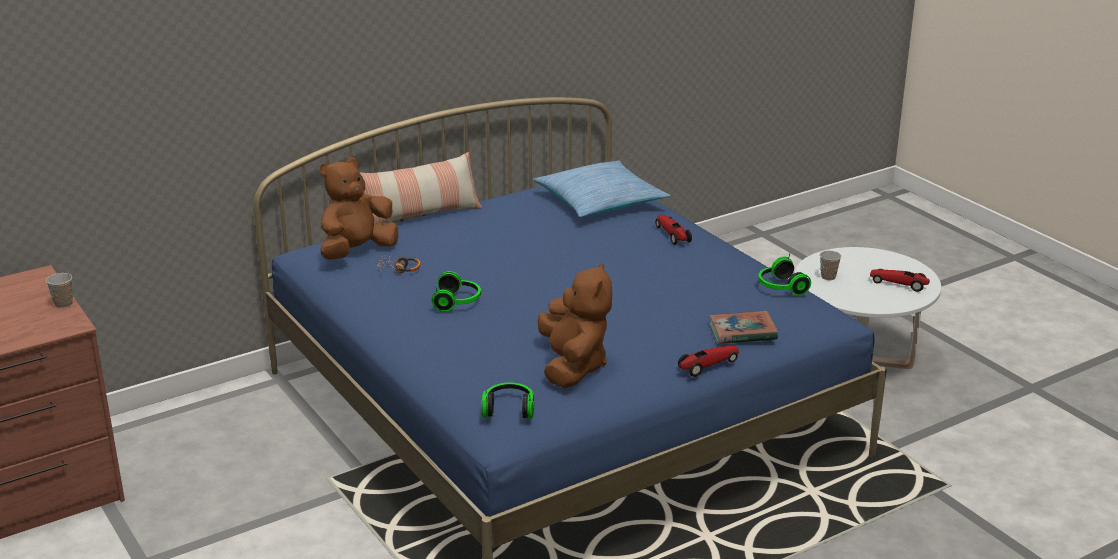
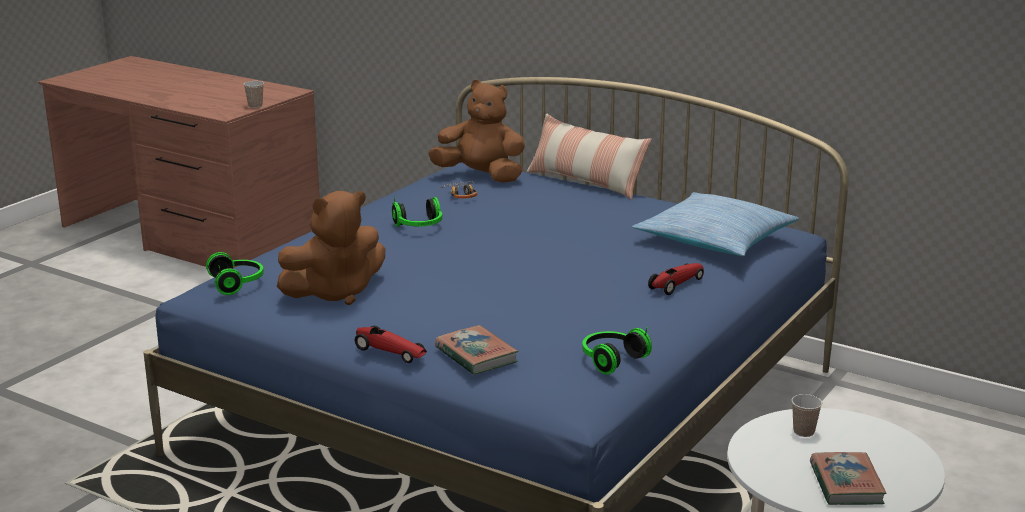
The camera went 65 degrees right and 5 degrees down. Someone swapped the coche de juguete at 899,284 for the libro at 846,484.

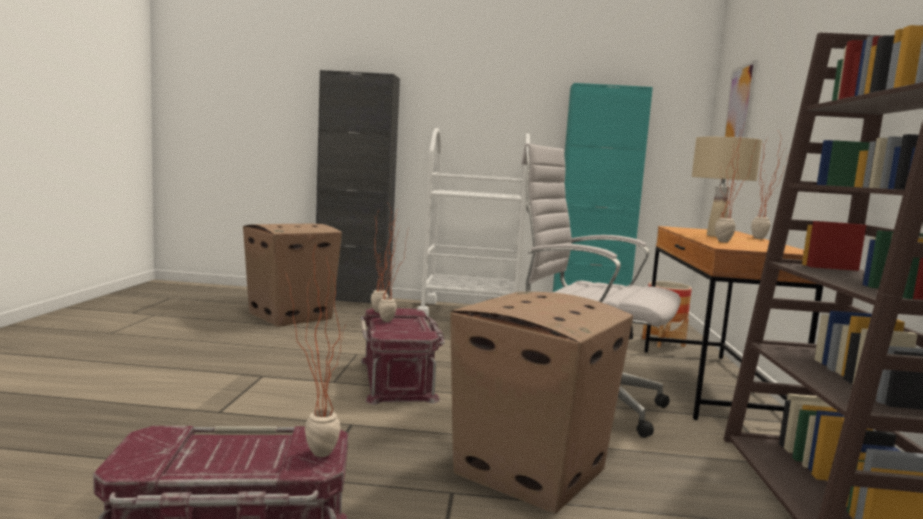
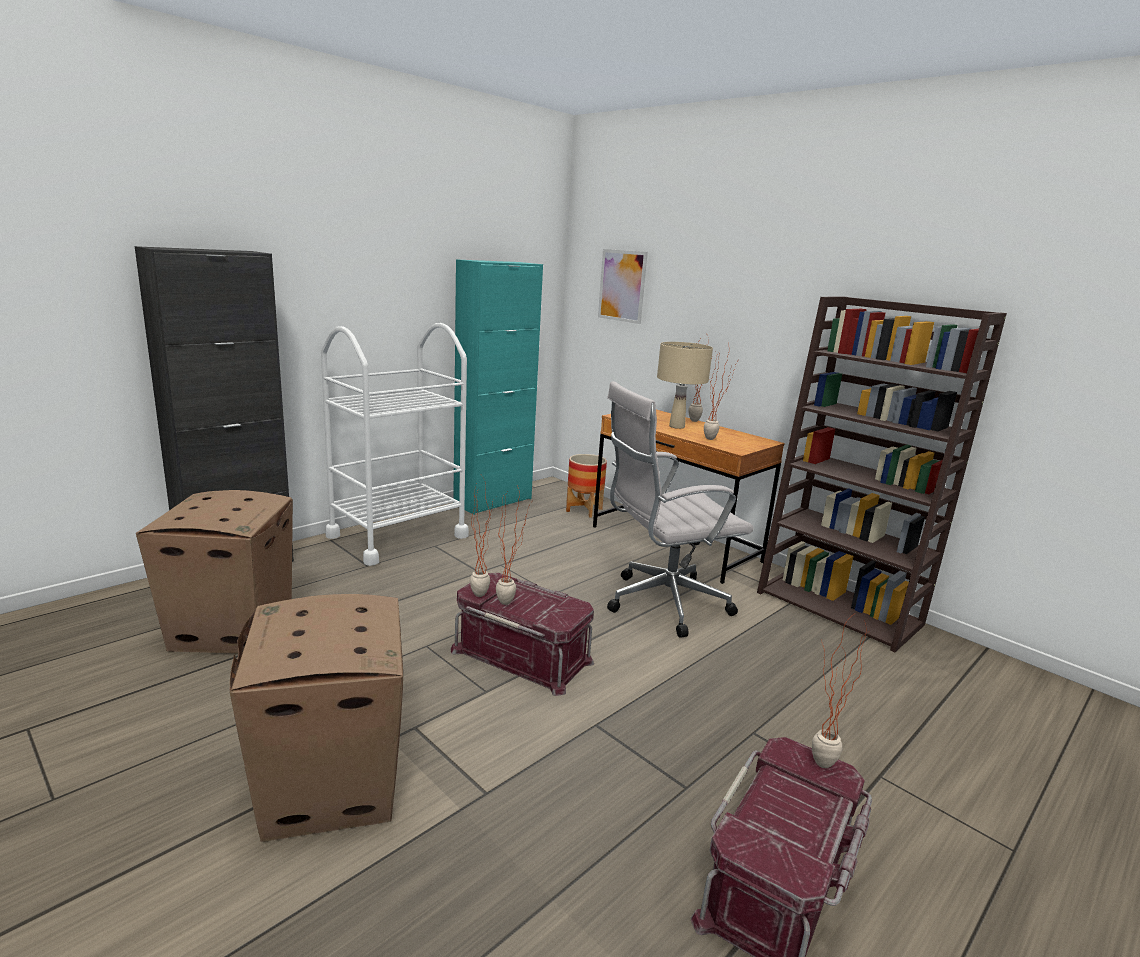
The camera went 50 degrees left and 10 degrees up. Someone carried the caja de cartón from 529,472 to 331,788.

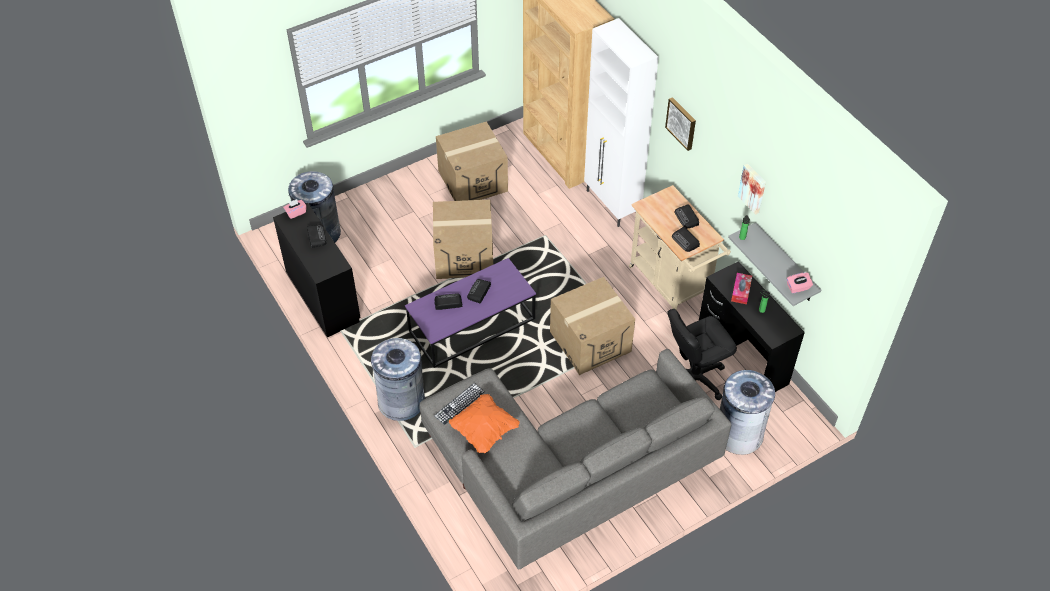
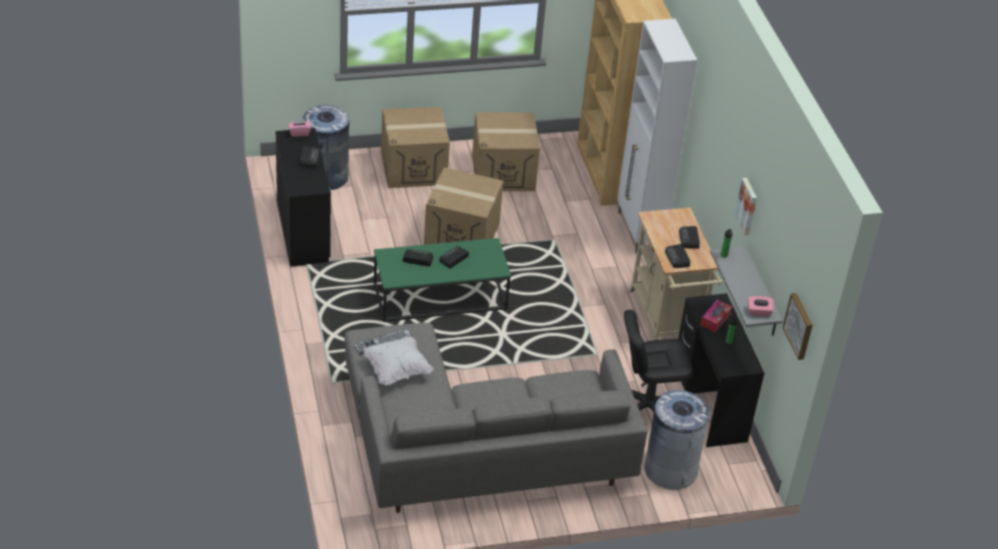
The camera went 15 degrees right and 10 degrees down. Someone took away the papelera/gris at 401,401. Someone carried the caja de cartón from 590,341 to 414,168. Someone carried the cuadro from 682,123 to 800,326. Someone repainted the mesa de centro/morado at 472,325, which became the mesa de centro/verde at 440,296. Someone repainted the cojín/naranja at 484,430, which became the cojín/blanco at 397,370.

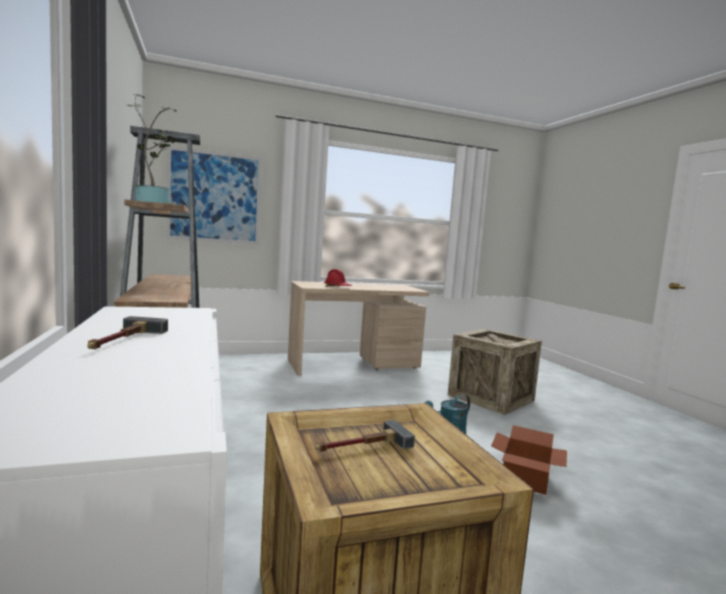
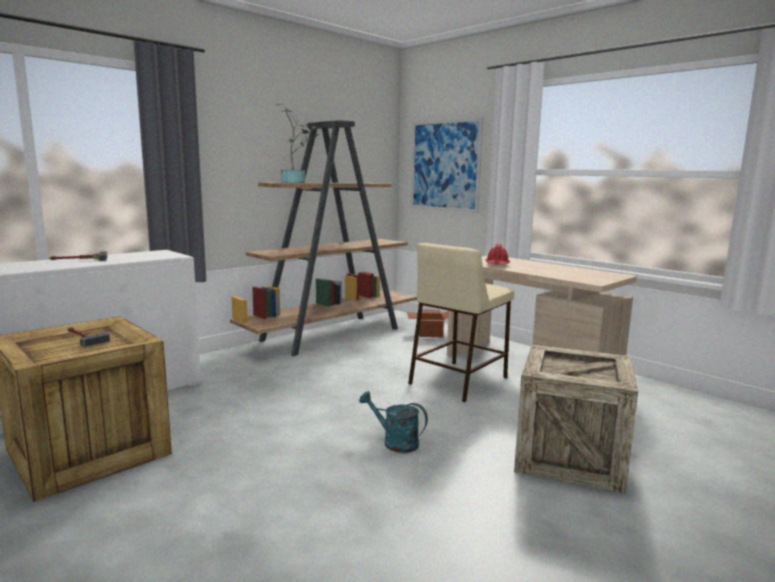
The camera went 65 degrees right and 5 degrees up. Someone put down the taburete/beis at 459,380. Someone carried the caja de cartón from 524,479 to 429,333.

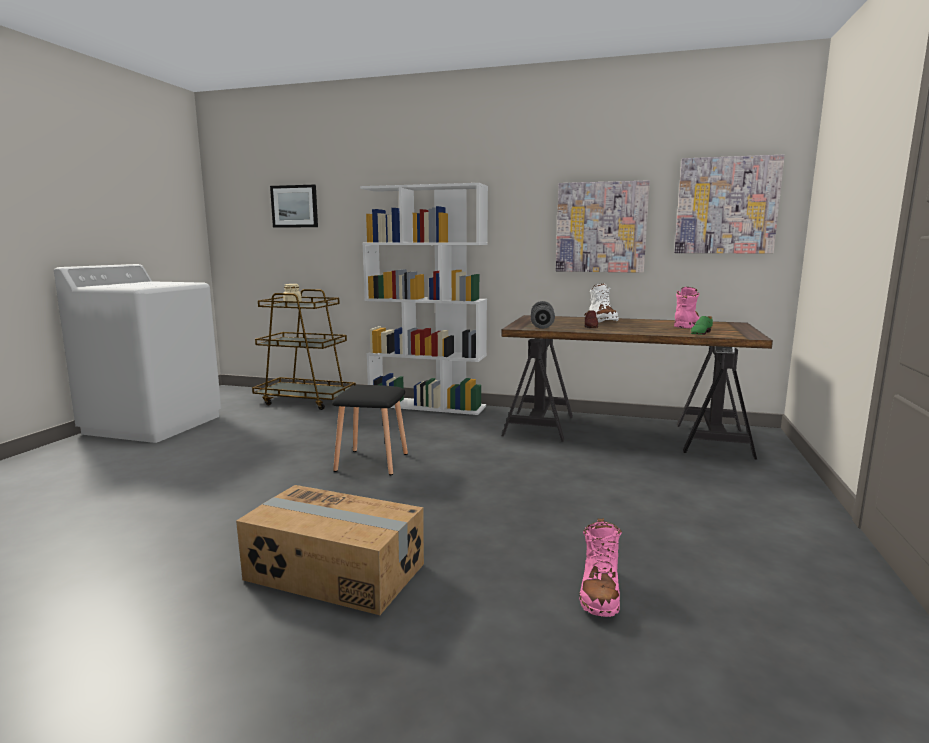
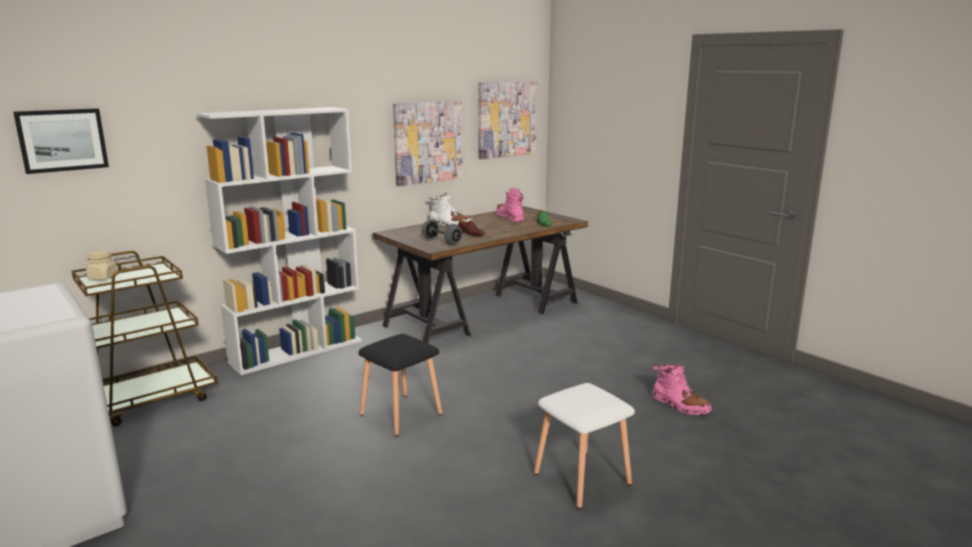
The camera went 55 degrees left and 5 degrees up. Someone swapped the caja de cartón at 334,572 for the taburete/blanco at 583,479.

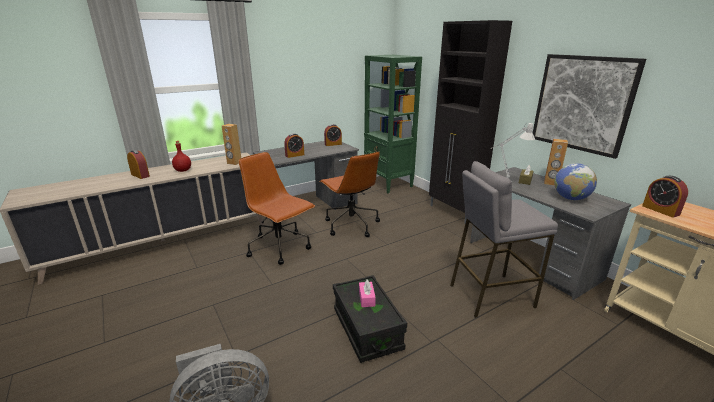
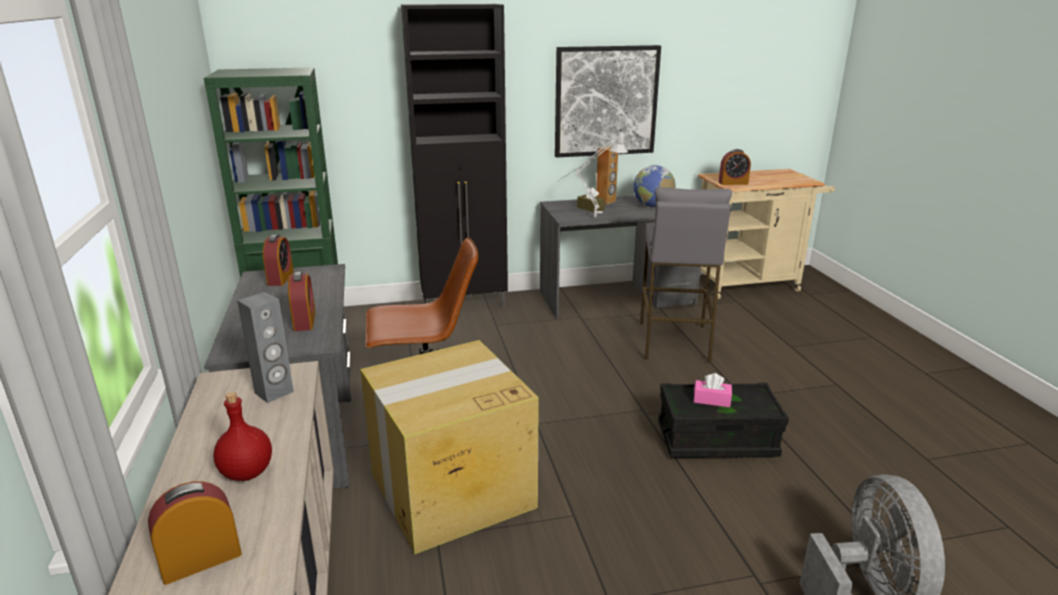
The camera went 70 degrees left and 0 degrees up. Someone swapped the silla de oficina/marrón at 280,248 for the caja de cartón at 450,491. Someone repainted the altavoz/marrón at 234,163, which became the altavoz/gris at 274,392.

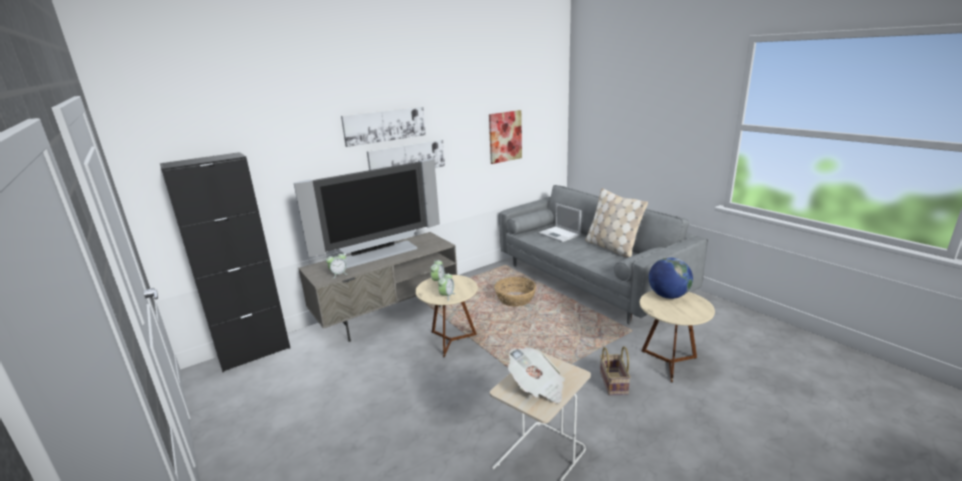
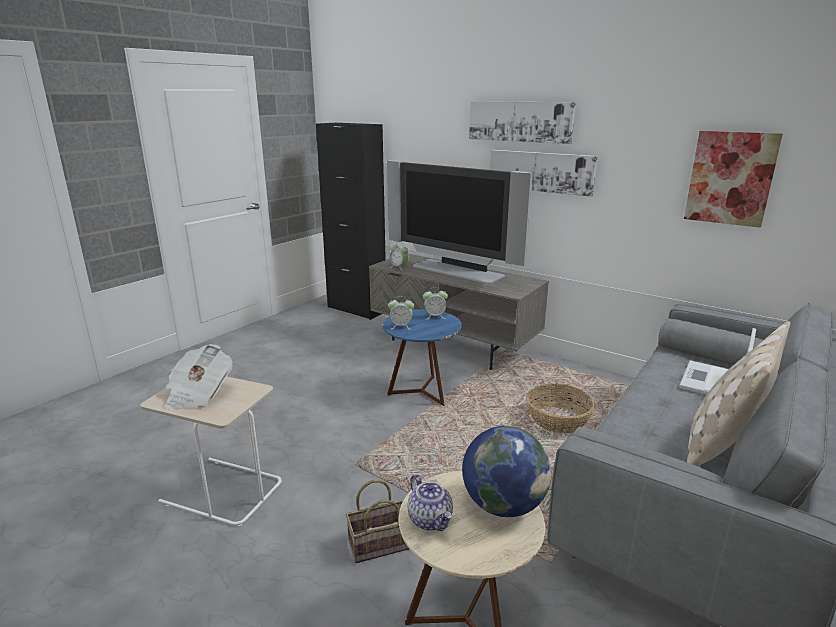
The camera went 70 degrees right and 0 degrees up. Someone put down the tetera at 430,520. Someone repainted the mesa auxiliar/beis at 450,341, which became the mesa auxiliar/azul at 422,392.

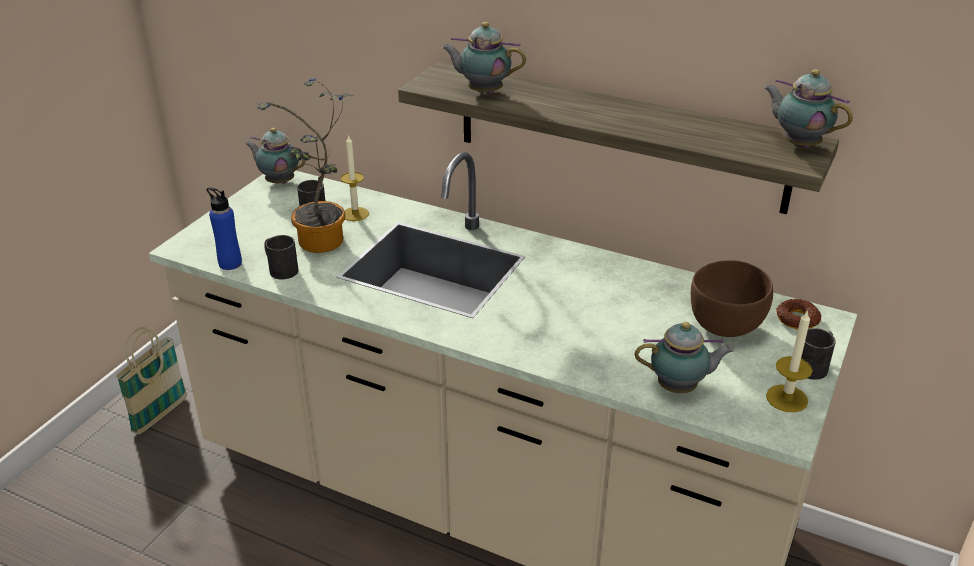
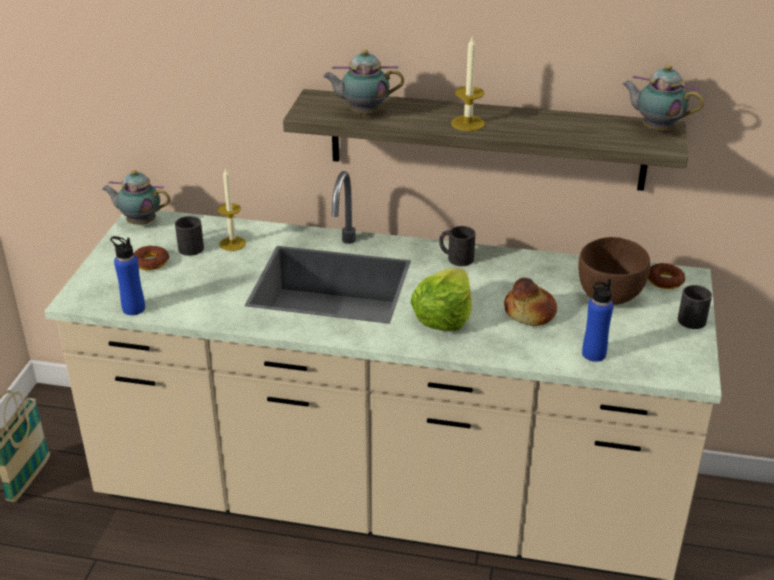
The camera went 15 degrees left and 0 degrees up. Someone took away the planta en maceta at 322,245. Someone put down the rosquilla at 151,262. Someone put down the lechuga at 443,316. Someone put down the pan at 530,312. Someone carried the taza grande/negro from 280,269 to 455,257. Someone carried the vela from 786,398 to 468,123. Someone swapped the tetera at 680,388 for the botella/azul at 593,354.

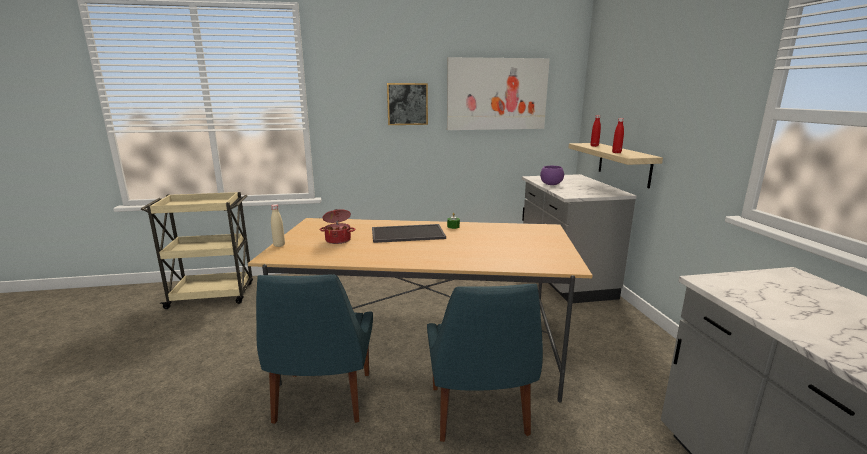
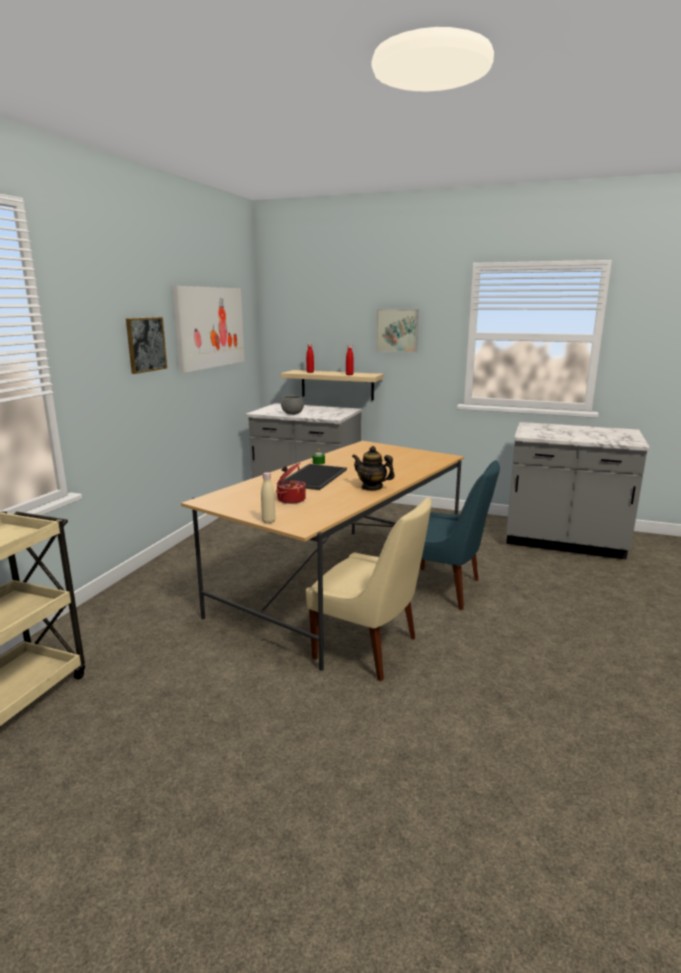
The camera went 60 degrees left and 0 degrees up. Someone put down the tetera at 372,487. Someone put up the cuadro at 397,330. Someone repainted the silla/azul at 322,400, which became the silla/beis at 369,649. Someone repainted the cuenco/morado at 550,184, which became the cuenco/gris at 292,414.

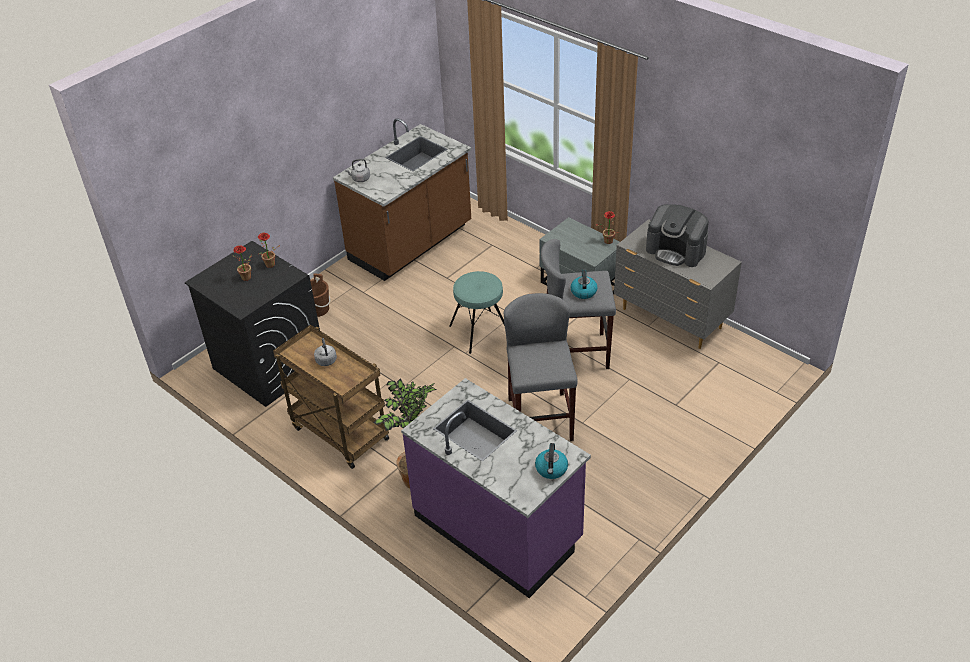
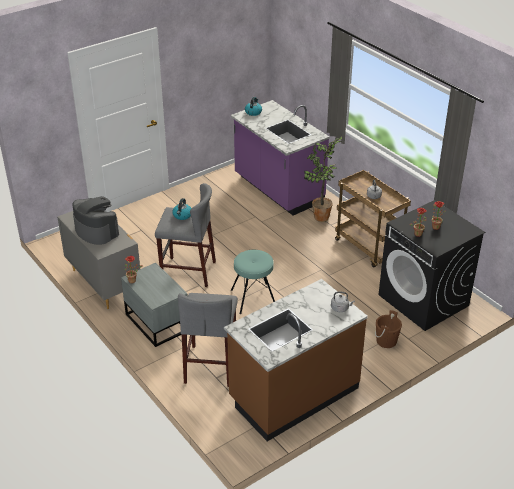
The camera went 170 degrees left and 5 degrees down. Someone carried the taburete/gris from 540,419 to 211,365.

